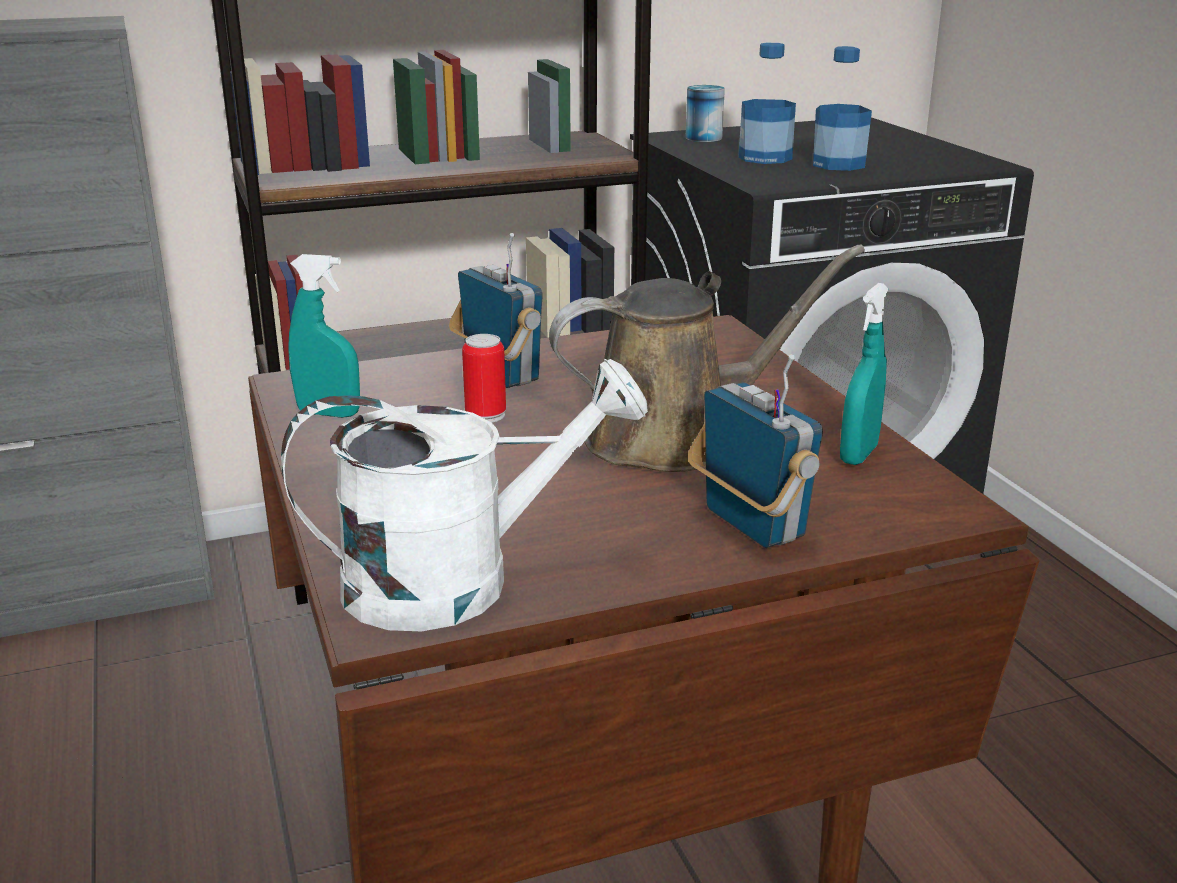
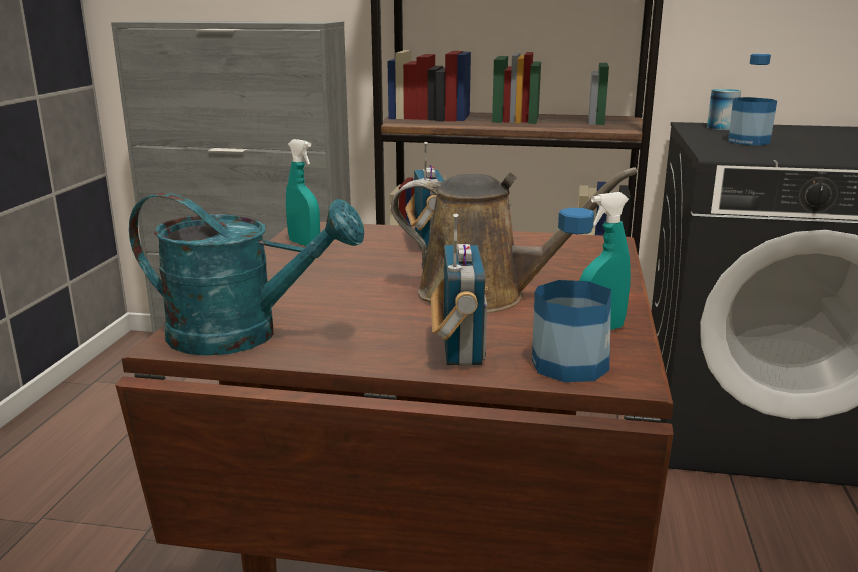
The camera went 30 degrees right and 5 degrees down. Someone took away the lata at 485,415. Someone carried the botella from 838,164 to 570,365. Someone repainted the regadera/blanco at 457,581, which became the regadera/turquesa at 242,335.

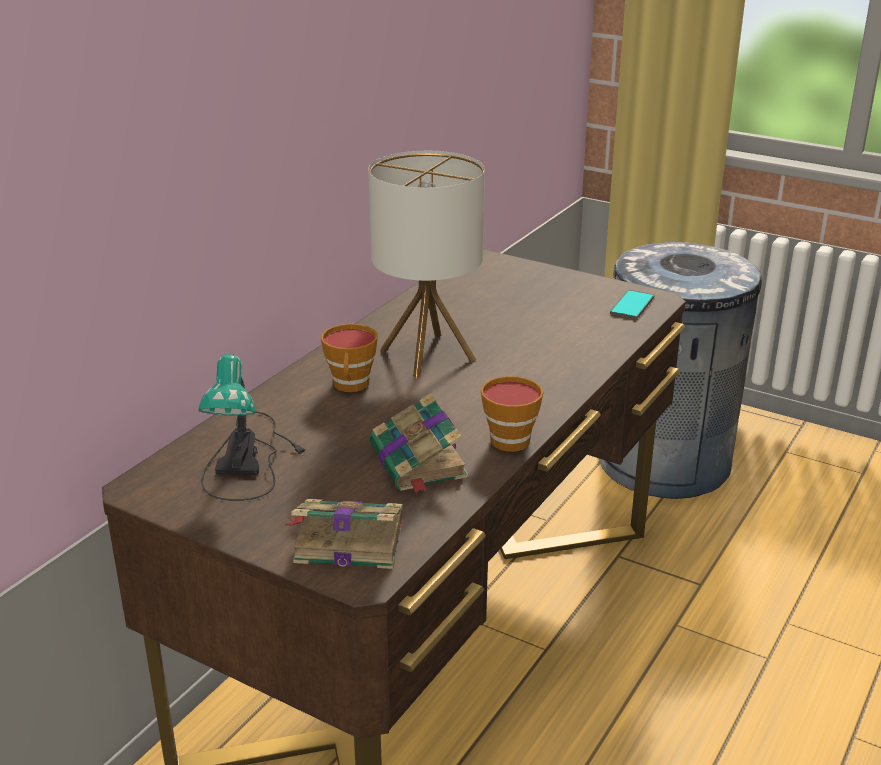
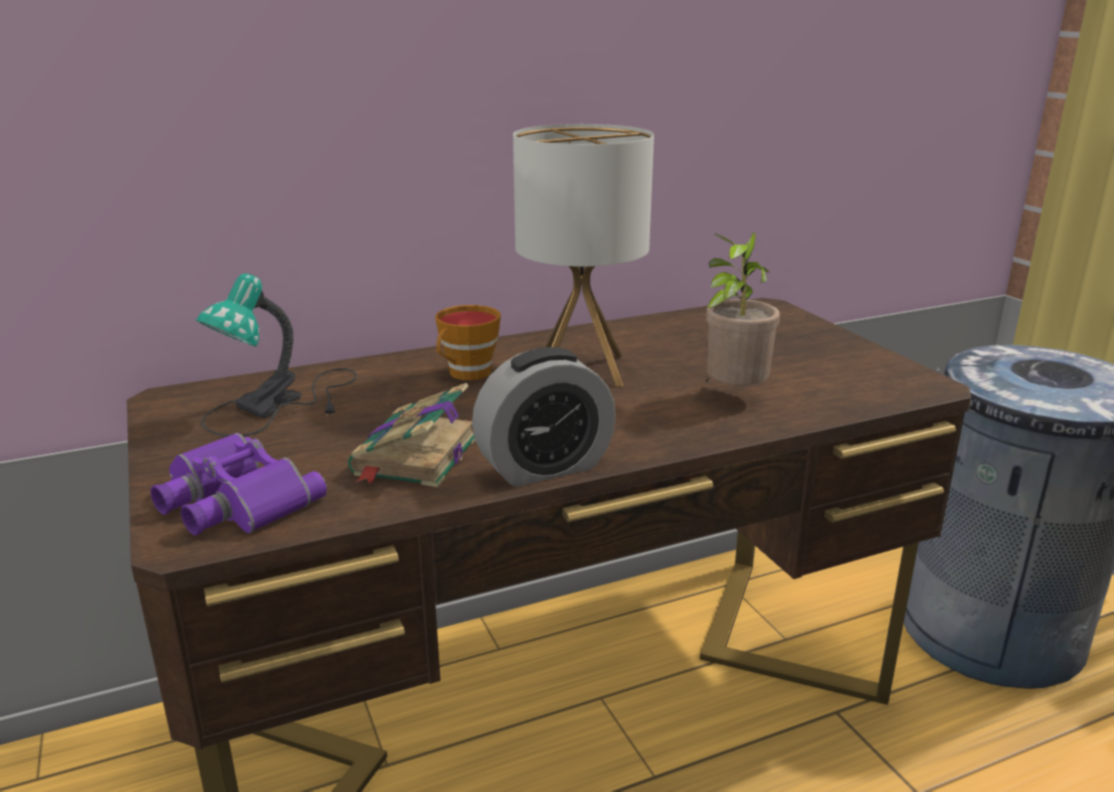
The camera went 35 degrees right and 5 degrees down. Someone took away the móvil at 632,305. Someone put down the planta en maceta at 732,396. Someone swapped the libro at 346,540 for the prismáticos/morado at 232,500. Someone swapped the taza at 512,438 for the despertador at 544,467.

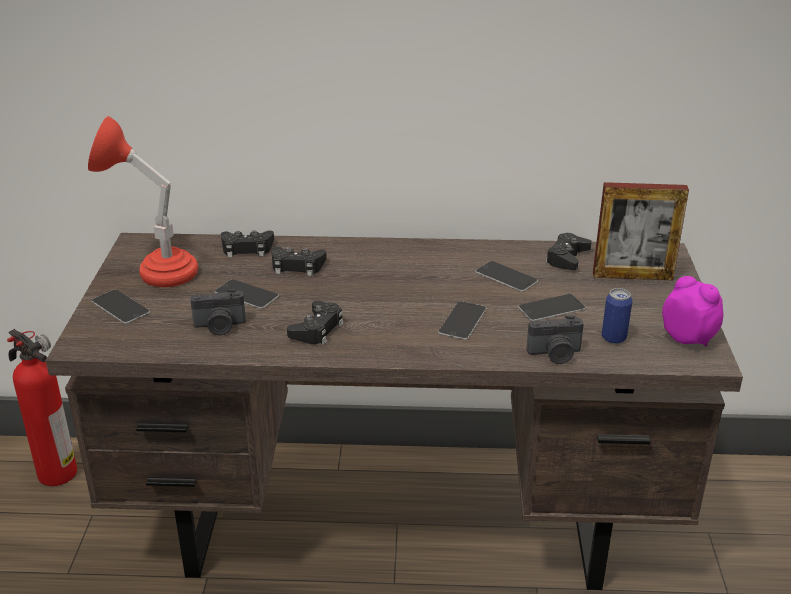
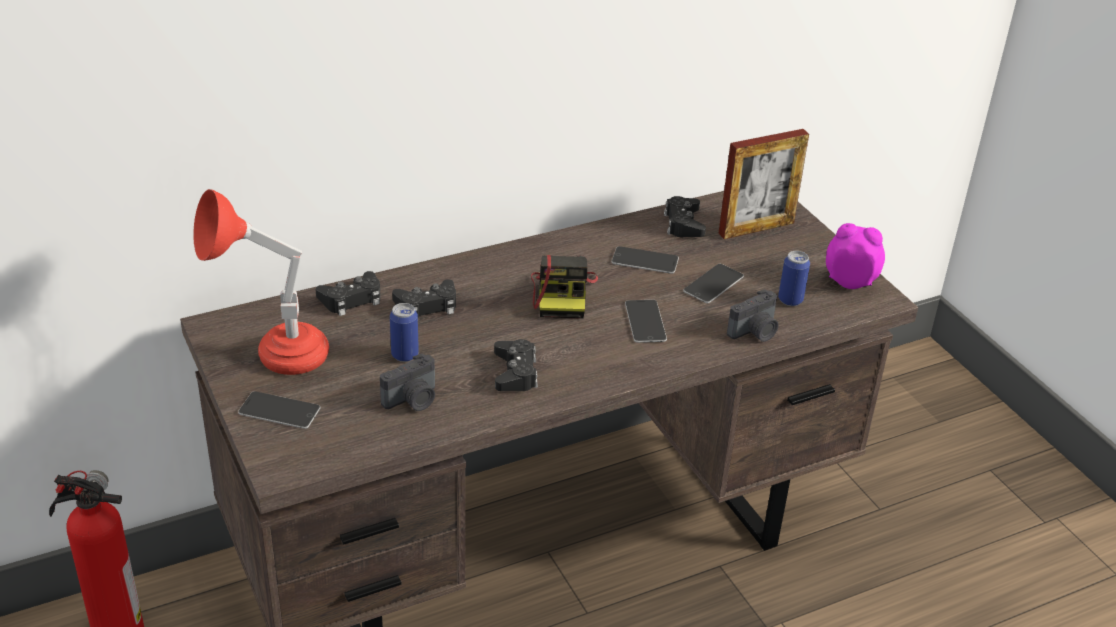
The camera went 30 degrees left and 5 degrees up. Someone put down the cámara at 563,294. Someone swapped the móvil at 246,294 for the lata at 405,355.

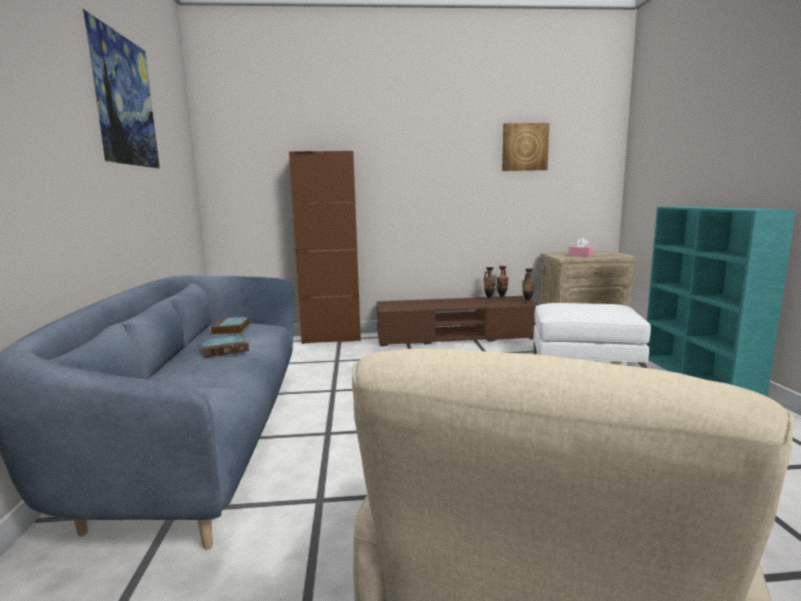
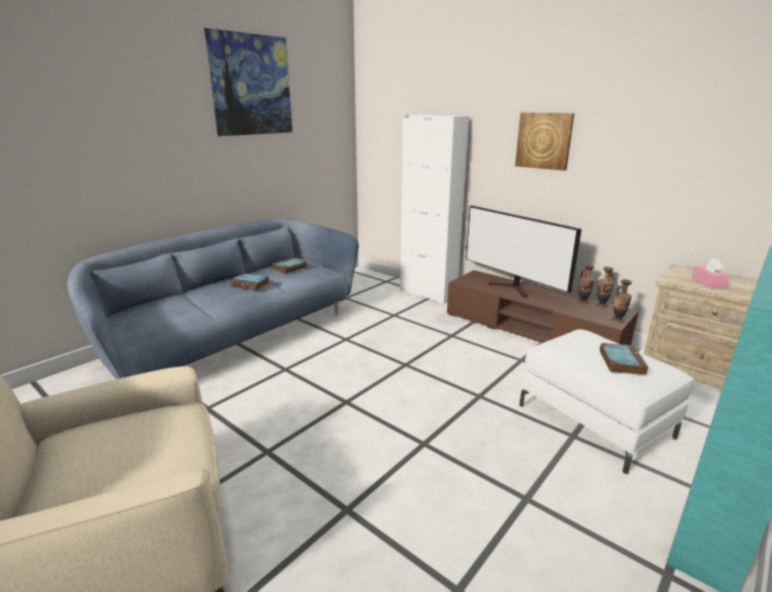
The camera went 45 degrees right and 10 degrees up. Someone put down the televisor at 513,288. Someone put down the libro at 620,361. Someone carried the cuadro from 524,147 to 544,140. Someone repainted the armario/marrón at 332,338, which became the armario/blanco at 428,293.

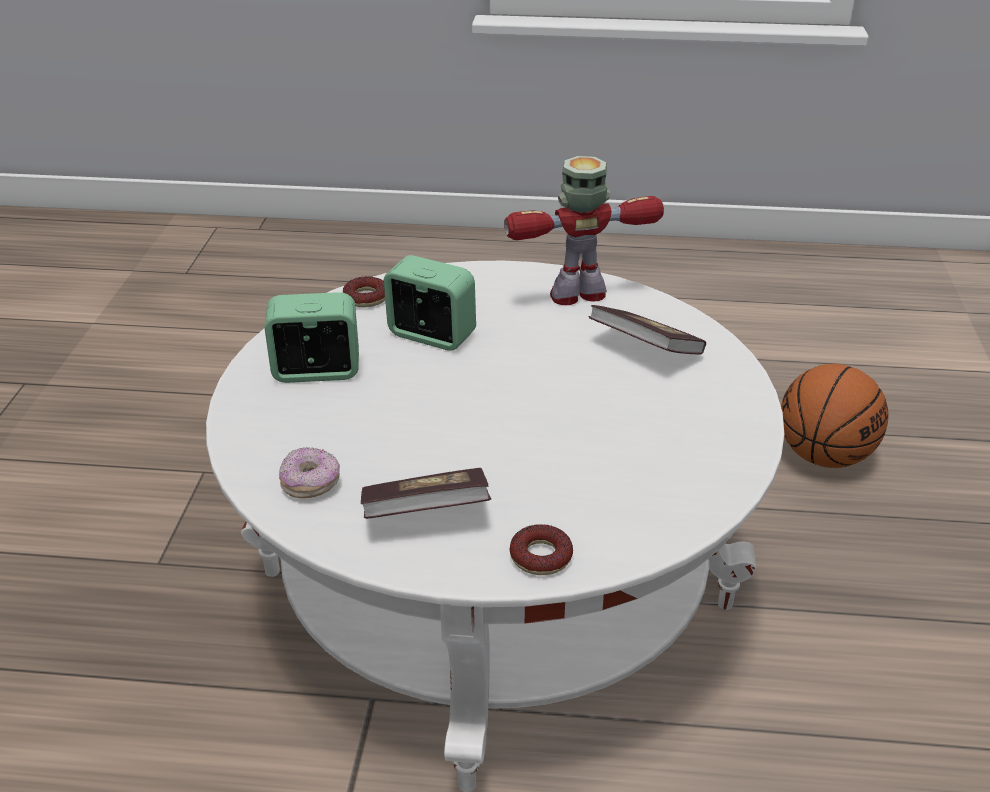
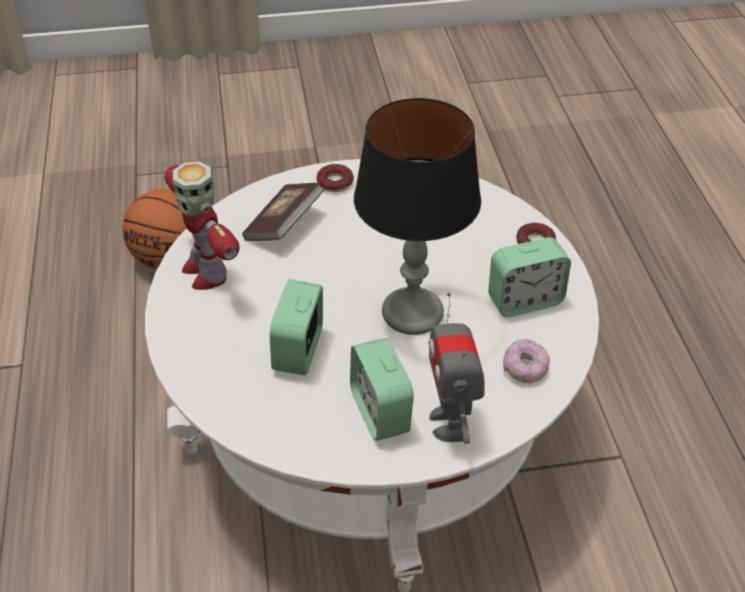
The camera went 105 degrees left and 10 degrees up. Someone put down the lámpara de mesa at 412,313. Someone put down the robot de juguete at 450,423. Someone carried the rosquilla from 366,298 to 335,182. Someone swapped the libro at 426,514 for the despertador at 525,300.

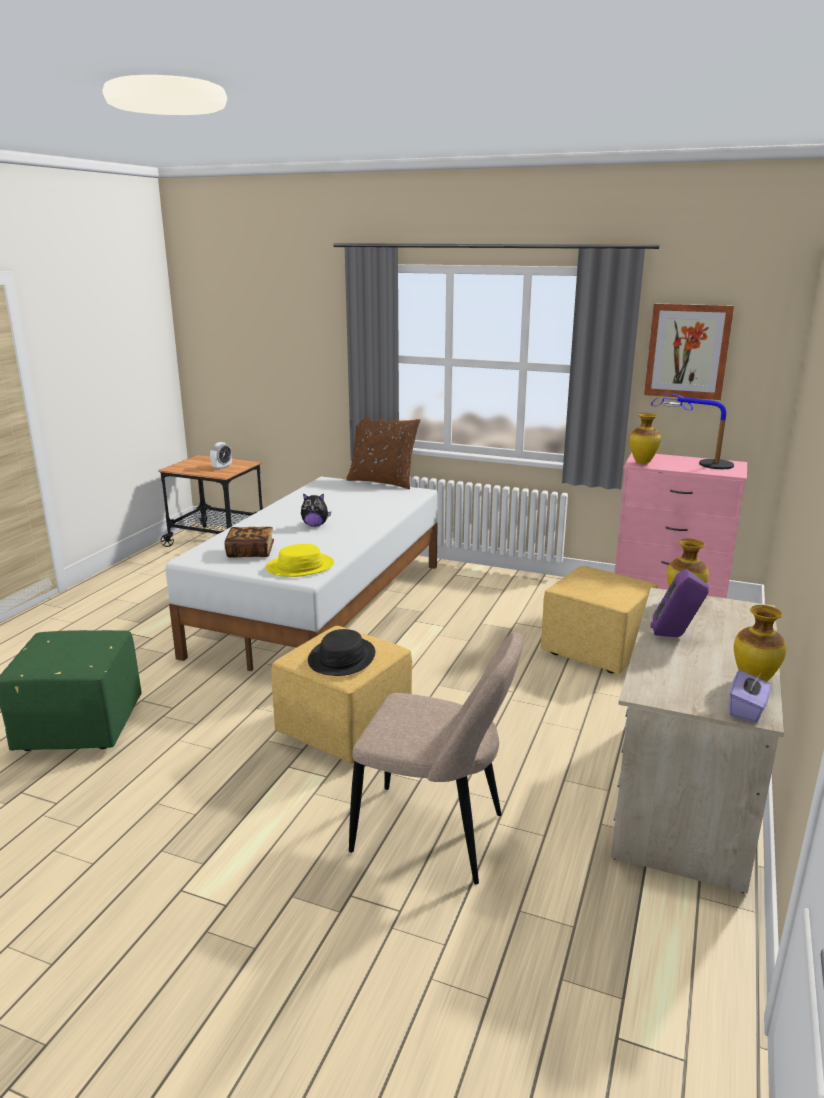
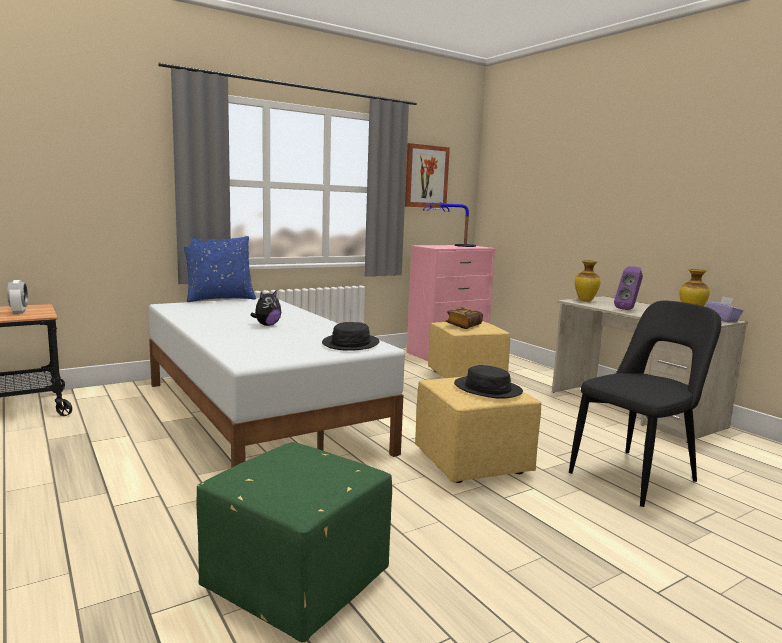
The camera went 55 degrees left and 10 degrees down. Someone took away the florero at 642,462. Someone carried the libro from 250,552 to 463,325. Someone repainted the sombrero/amarillo at 300,566, which became the sombrero/negro at 351,343. Someone repainted the cojín/marrón at 383,482, which became the cojín/azul at 219,299. Someone repainted the silla/beis at 435,835, which became the silla/negro at 637,476.

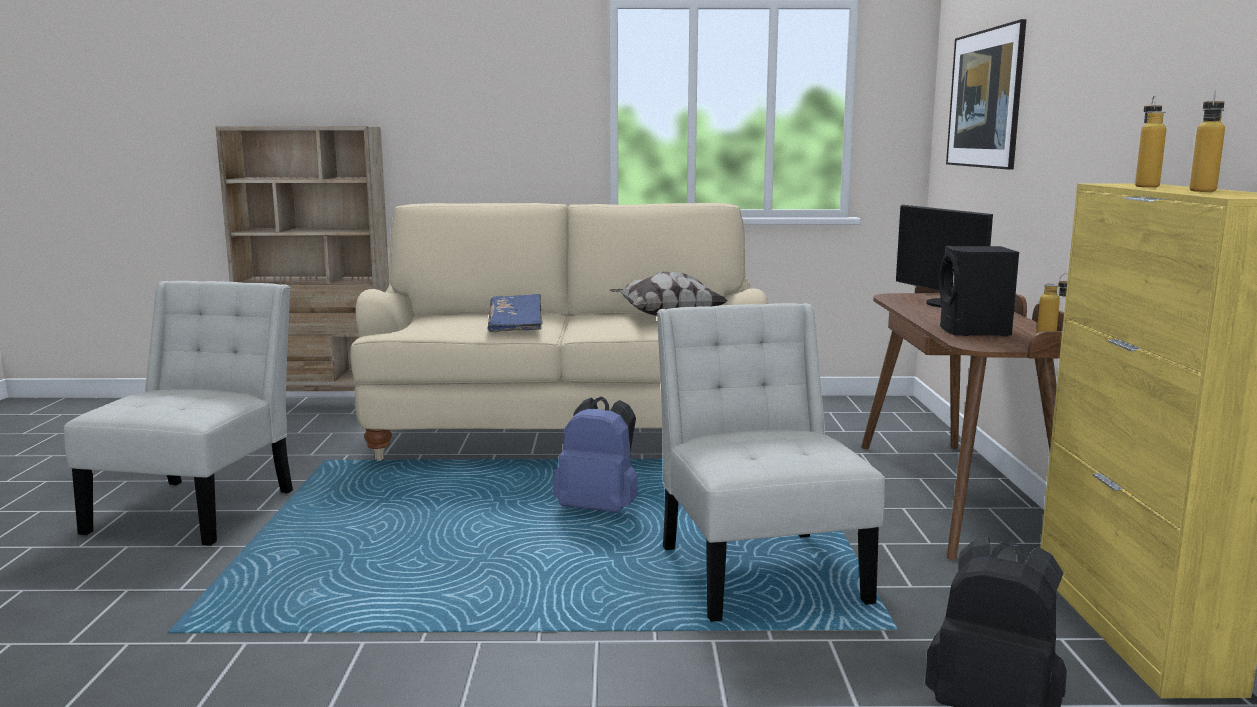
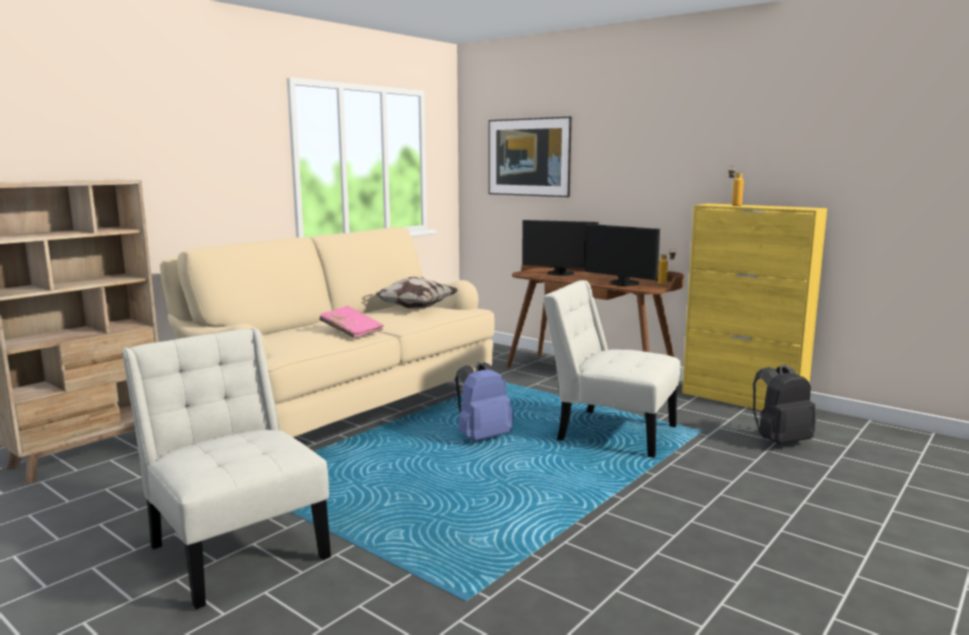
The camera went 50 degrees left and 0 degrees up. Someone took away the botella at 1202,191. Someone swapped the altavoz/negro at 974,331 for the monitor at 622,284. Someone repainted the libro/azul at 516,326, which became the libro/rosa at 351,332.

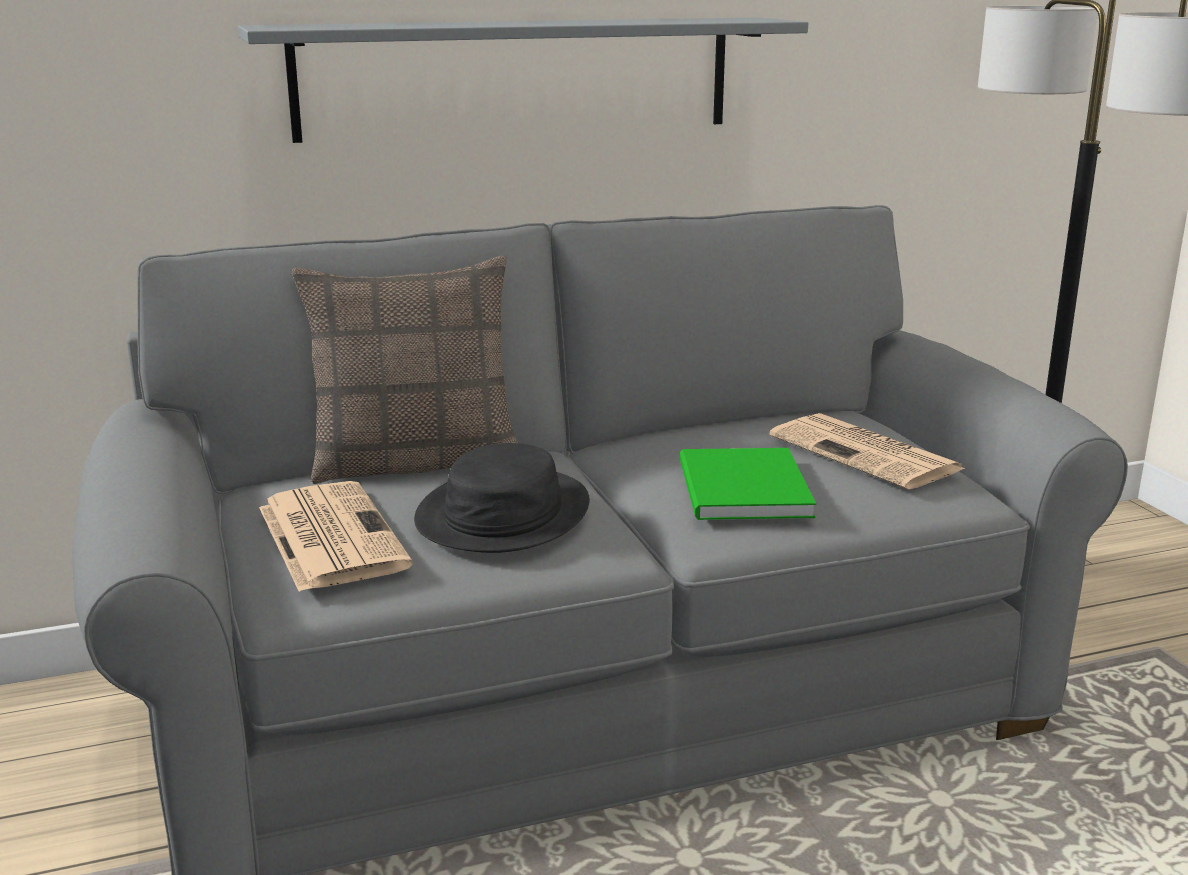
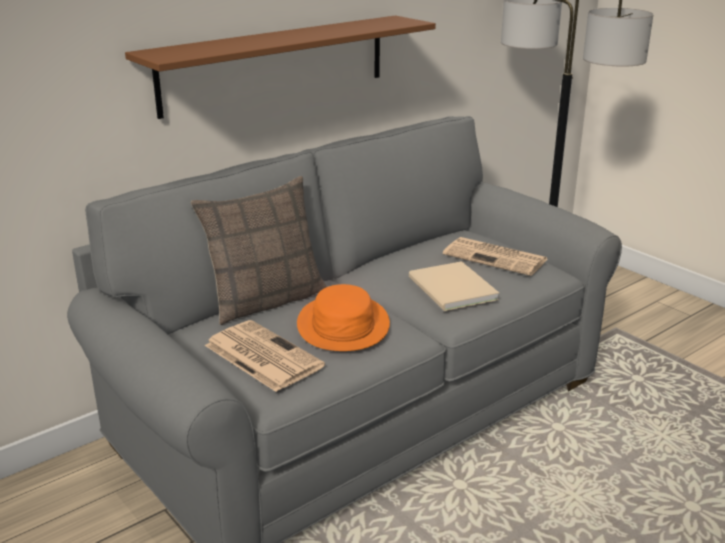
The camera went 20 degrees left and 5 degrees up. Someone repainted the estante/gris at 517,77, which became the estante/marrón at 276,64. Someone repainted the sombrero/negro at 502,513, which became the sombrero/naranja at 342,325. Someone repainted the libro/verde at 740,490, which became the libro/beis at 451,290.

